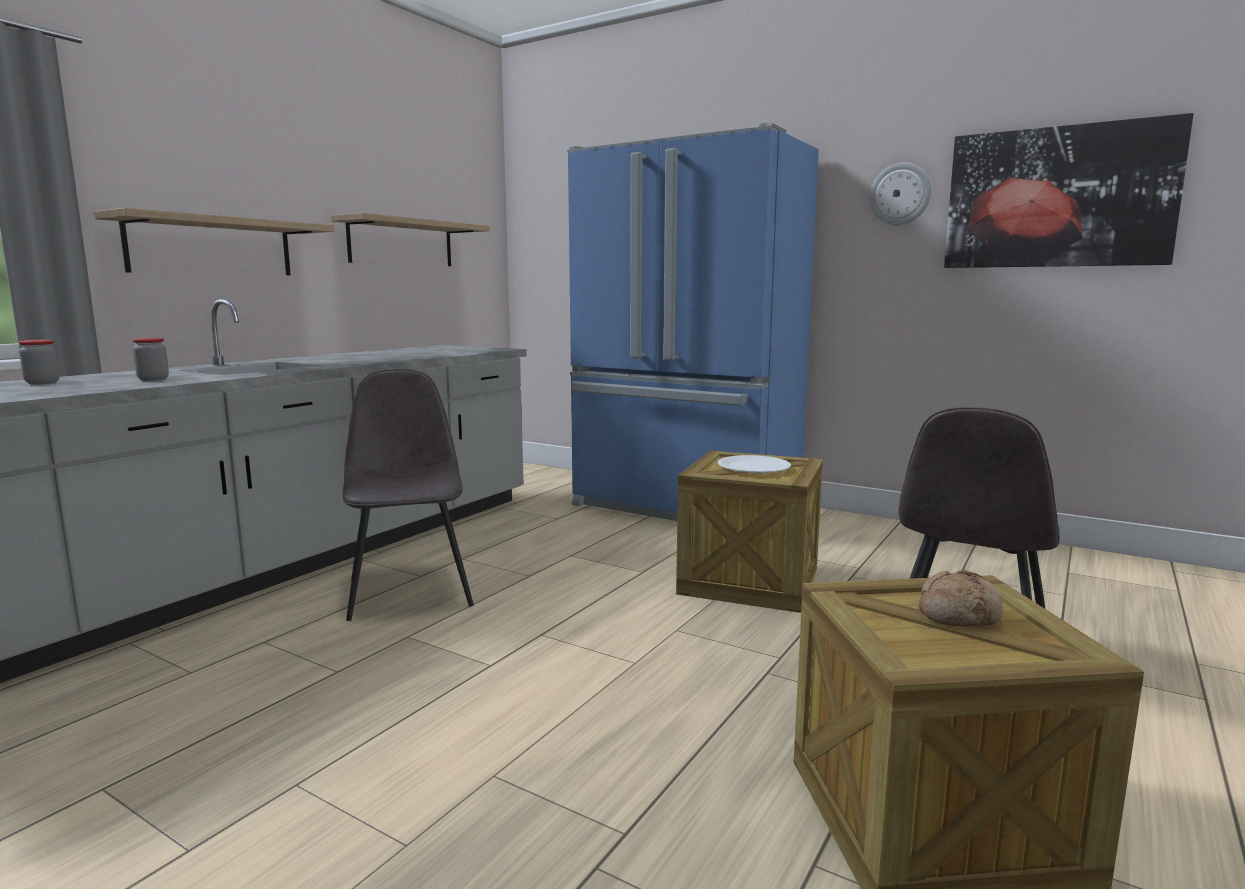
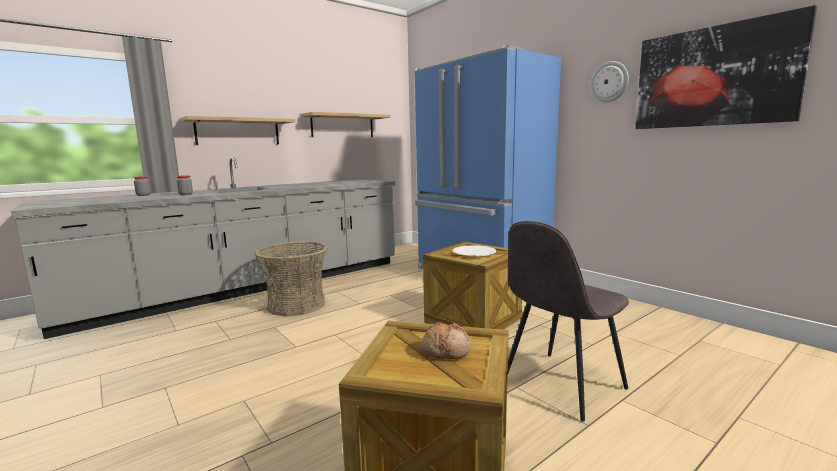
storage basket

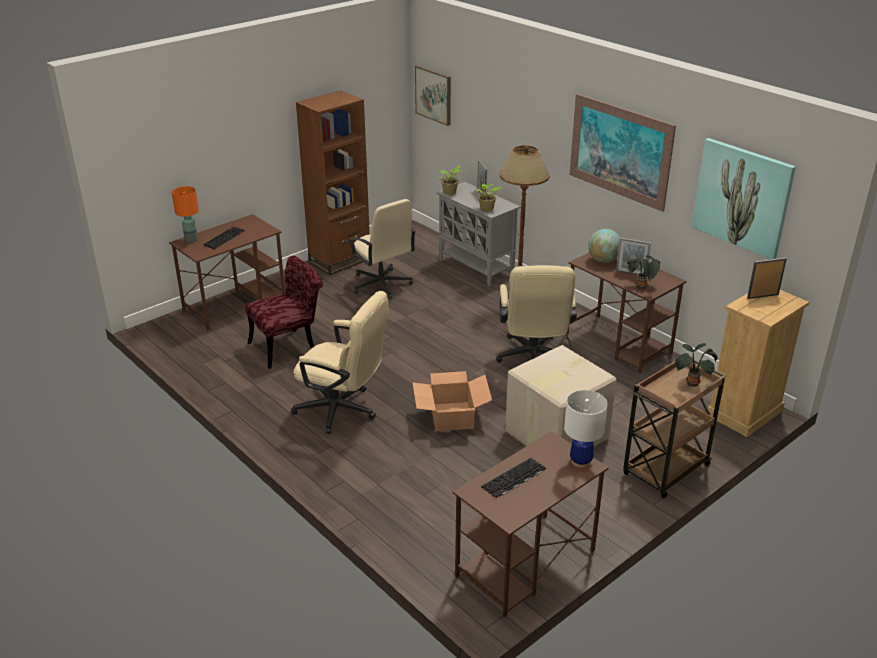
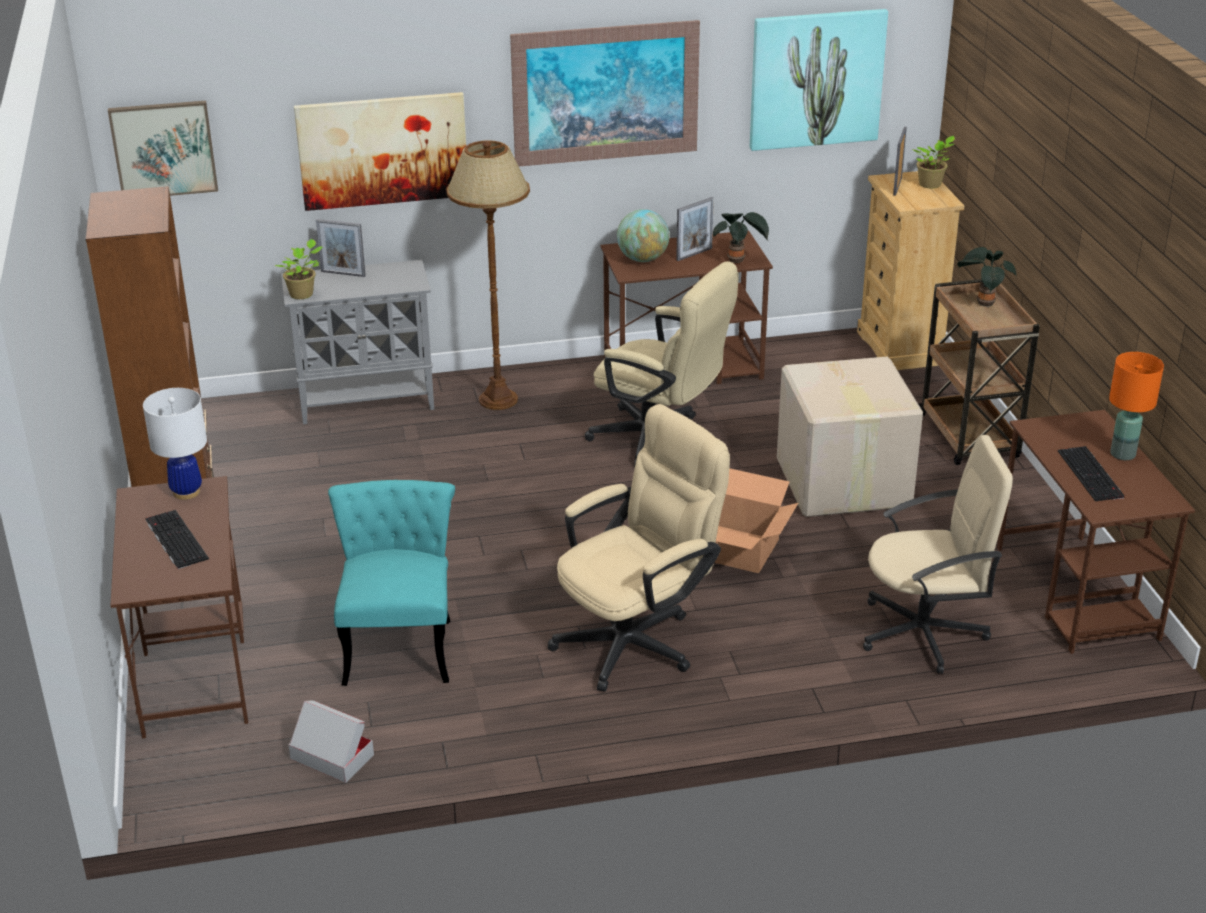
houseplant (3rd from left)
tabletop lamp (orange)
office chair (beige) (3rd from left)
plain chair (blue-green)
tabletop lamp (whitish)
wall picture (2nd from left)
cardboard box (1st from left)

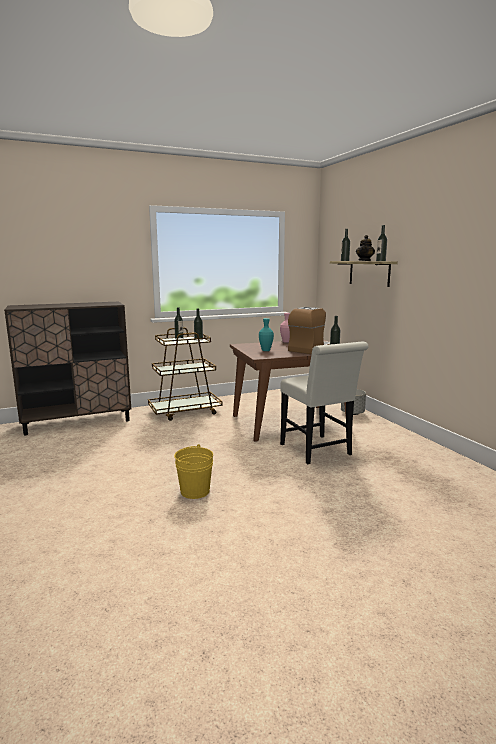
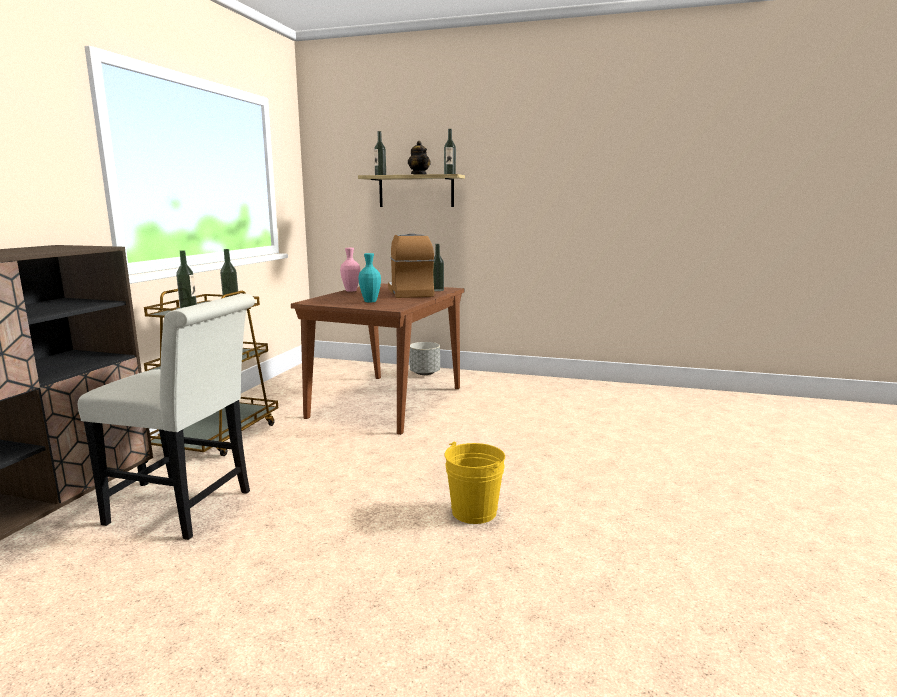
plain chair (whitish)

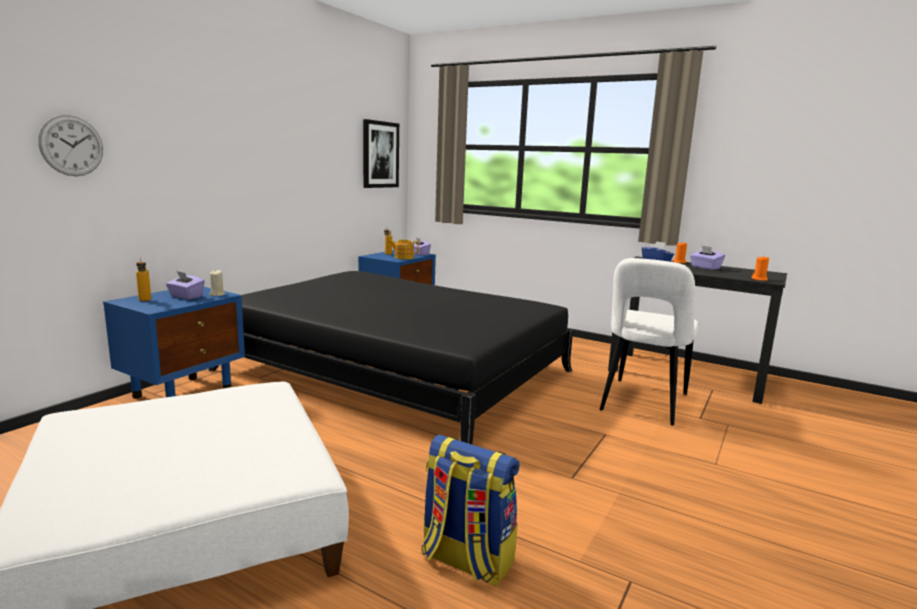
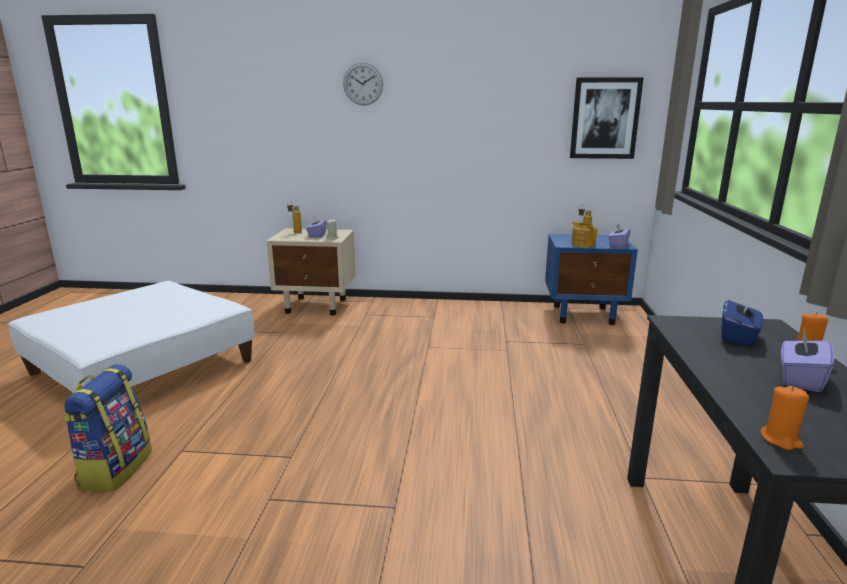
clock on the wall
plain chair (whitish)
bedroom bed (black-coloured)
bedside table (beige)

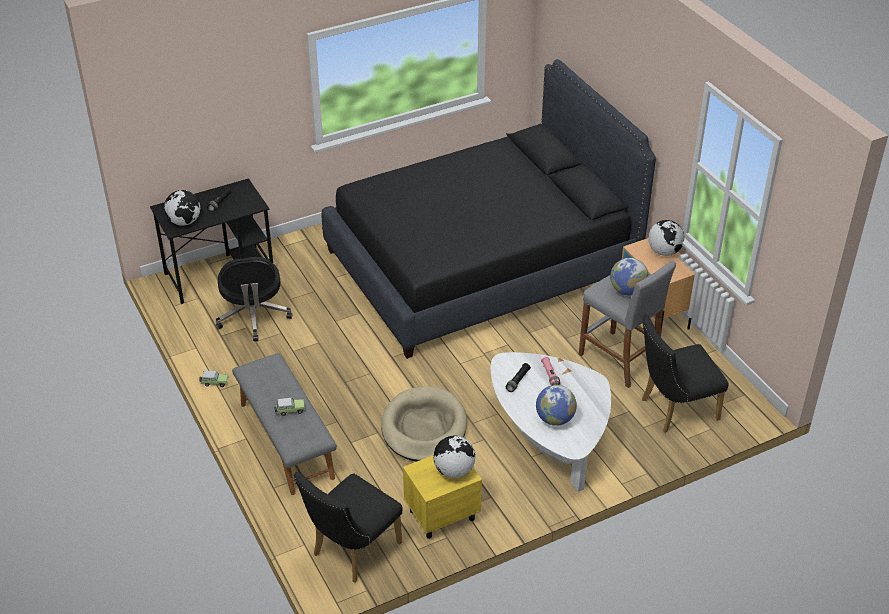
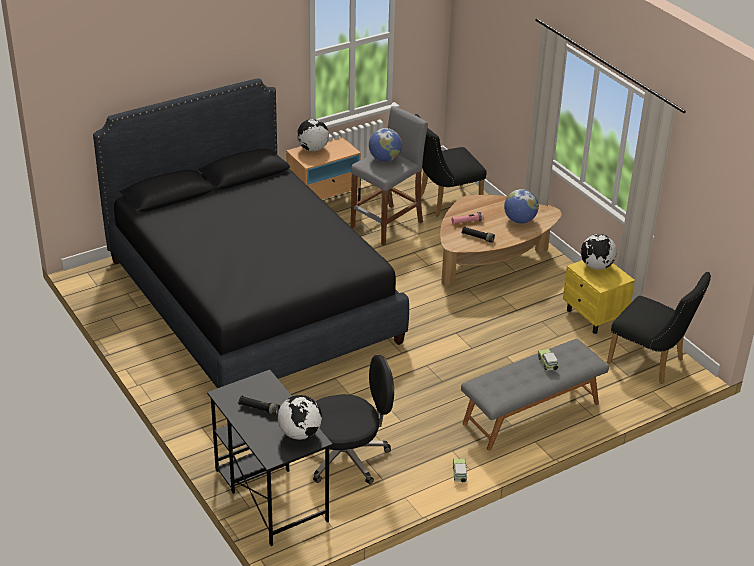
plain chair (black-coloured) (1st from left)
low table (brown-coloured)
dog bed (beige)

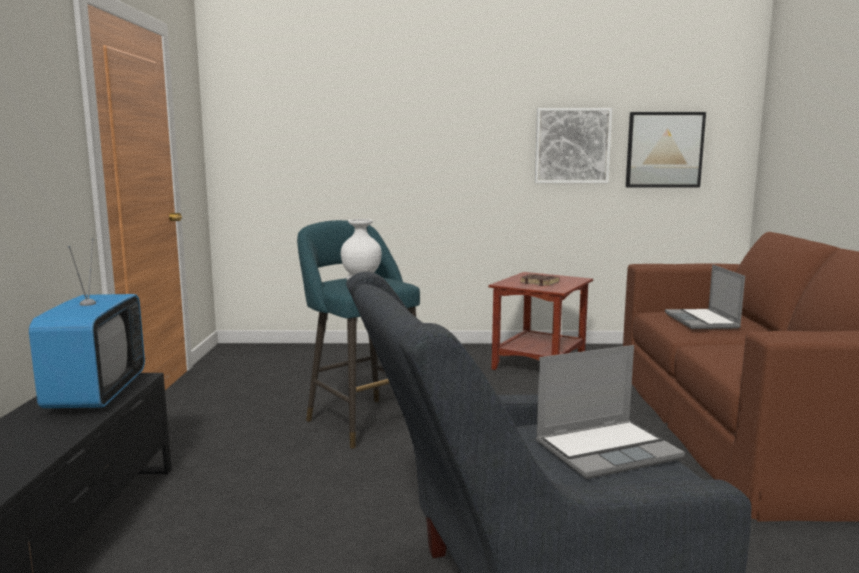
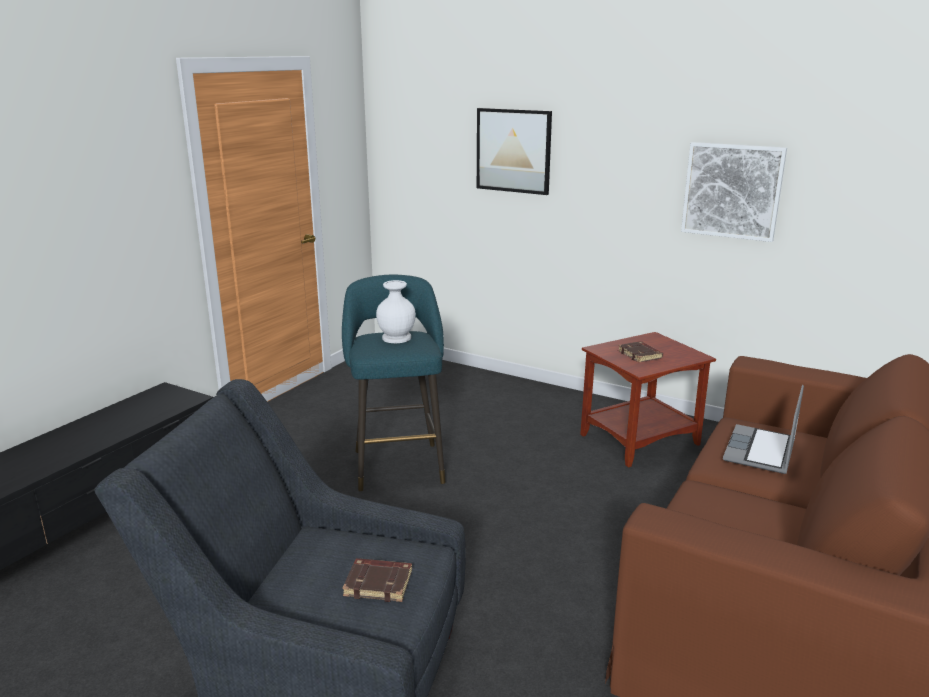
wall picture (1st from left)
TV set
volume (brown-coloured) (1st from left)

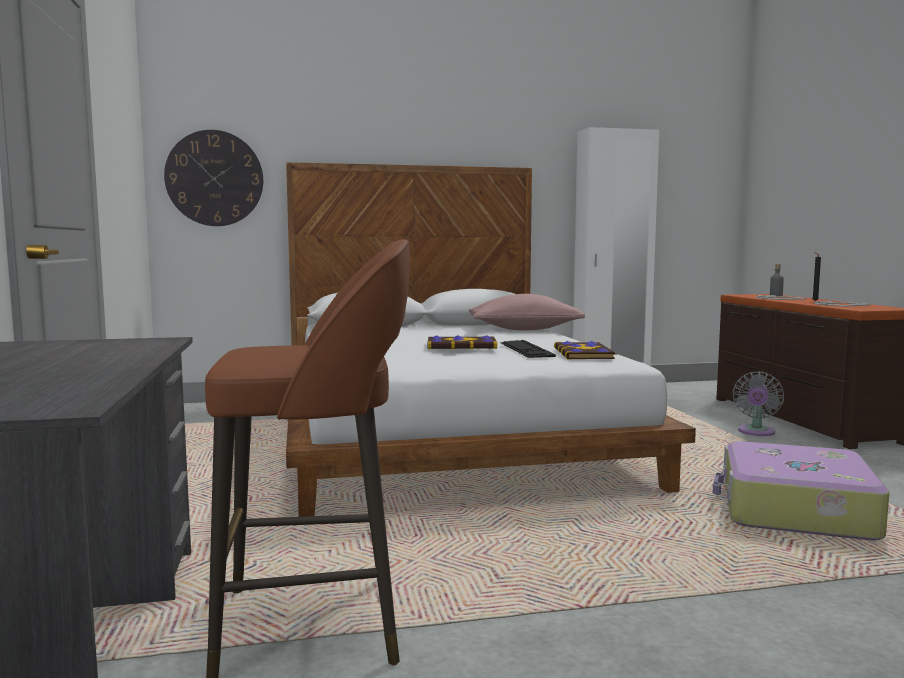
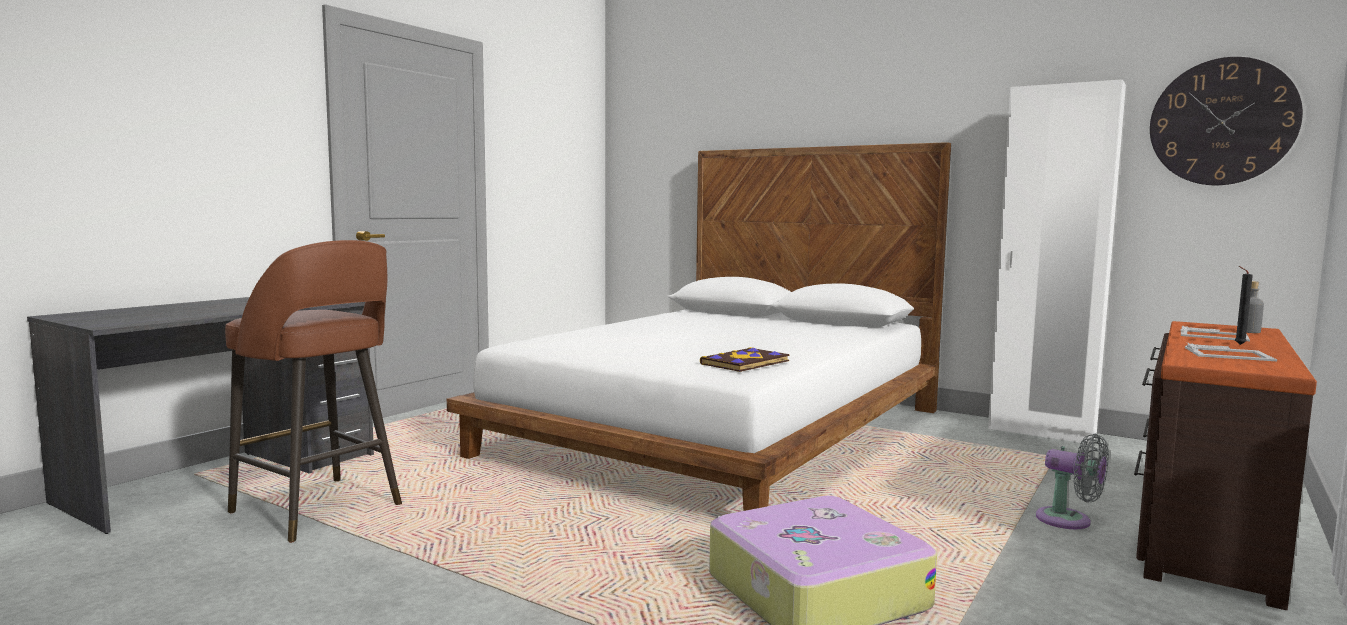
clock on the wall
throw pillow (pink)
volume (1st from left in the first image)
PC keyboard
fan (greyish)

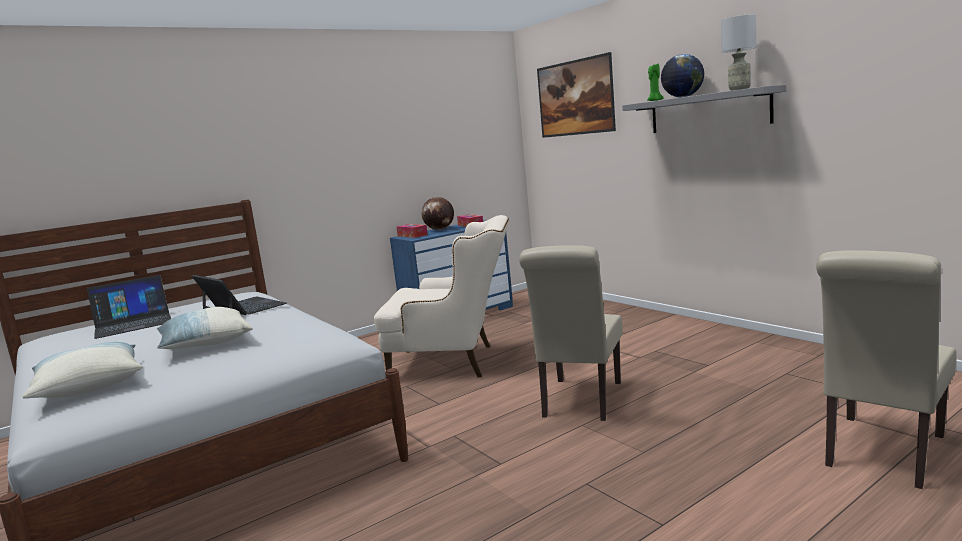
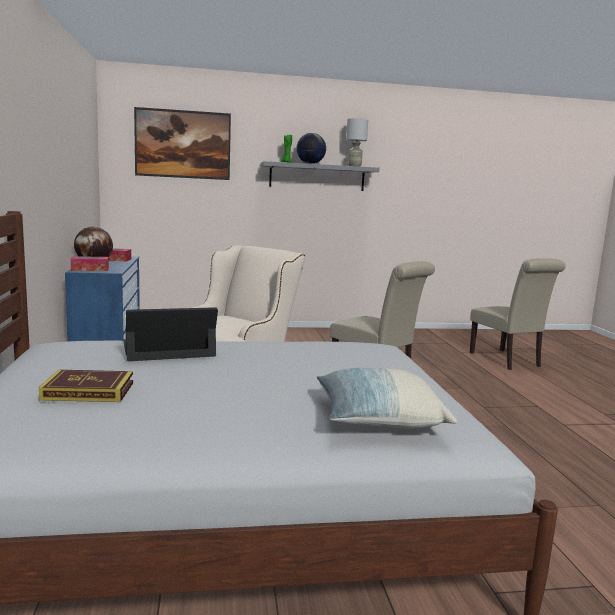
volume
throw pillow (2nd from left in the first image)

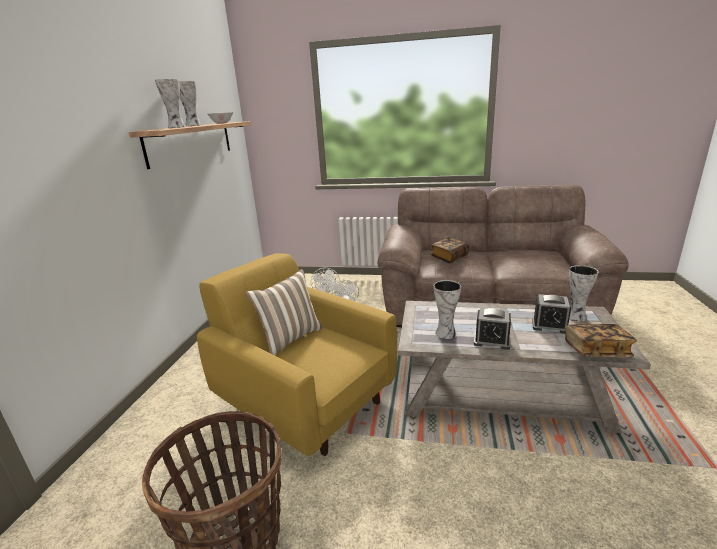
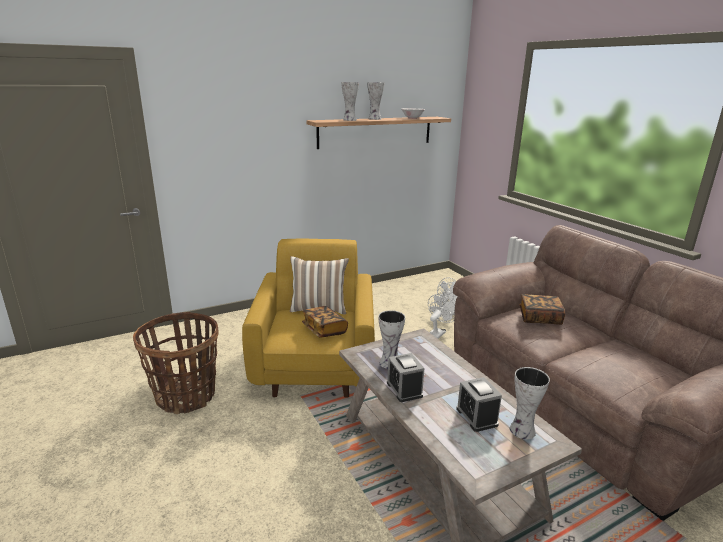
volume (1st from left)

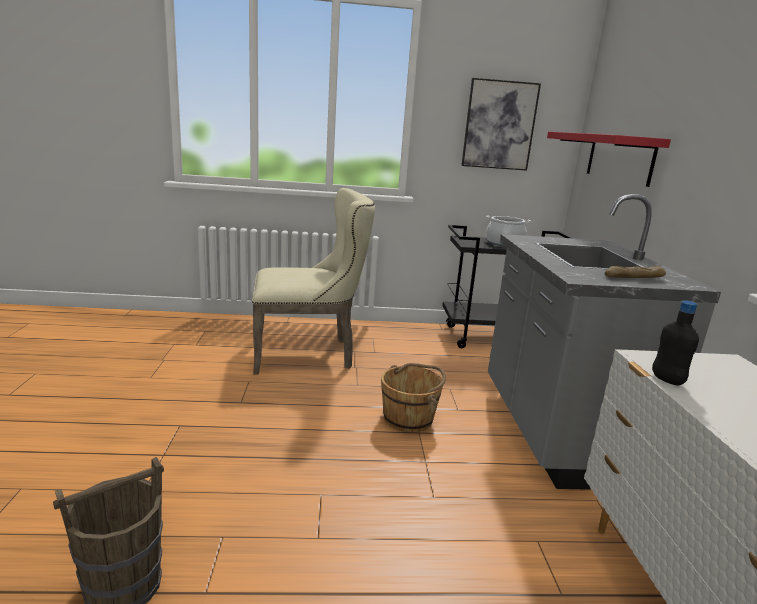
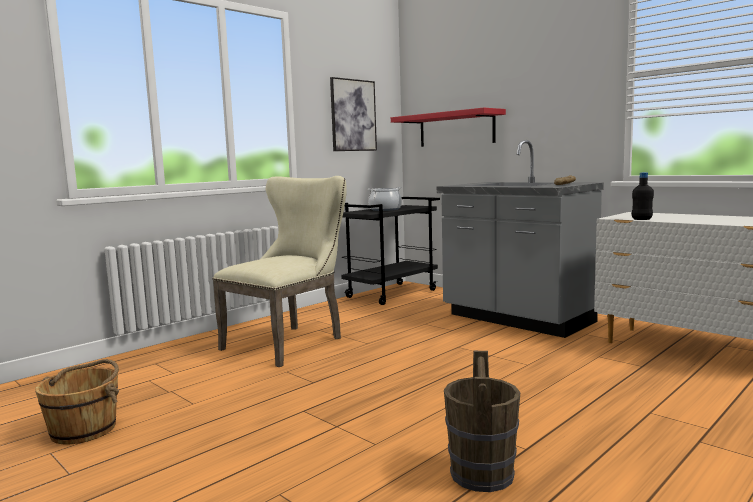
water bucket (brown-coloured) (1st from left)

